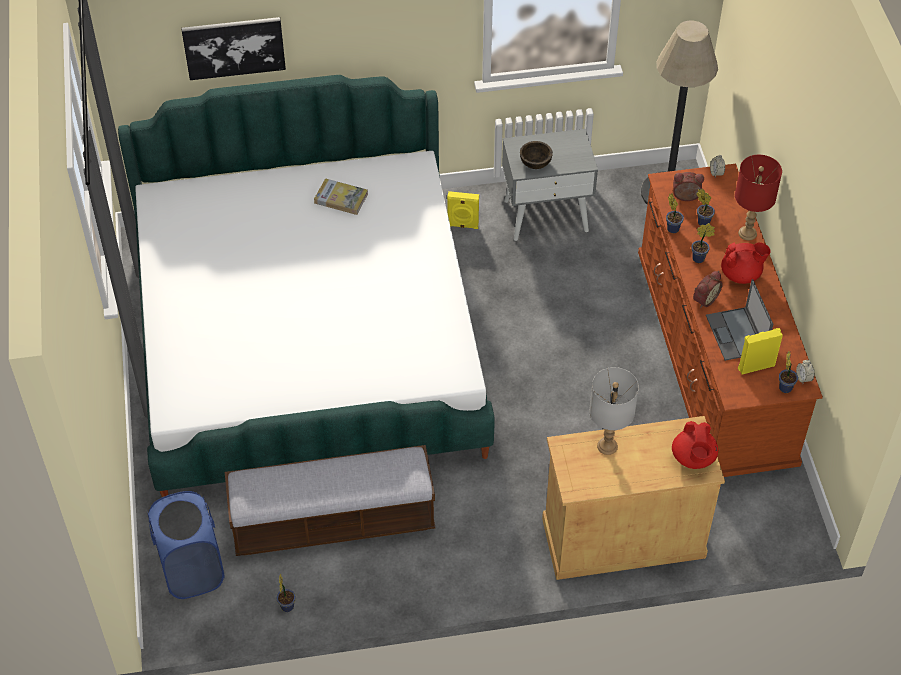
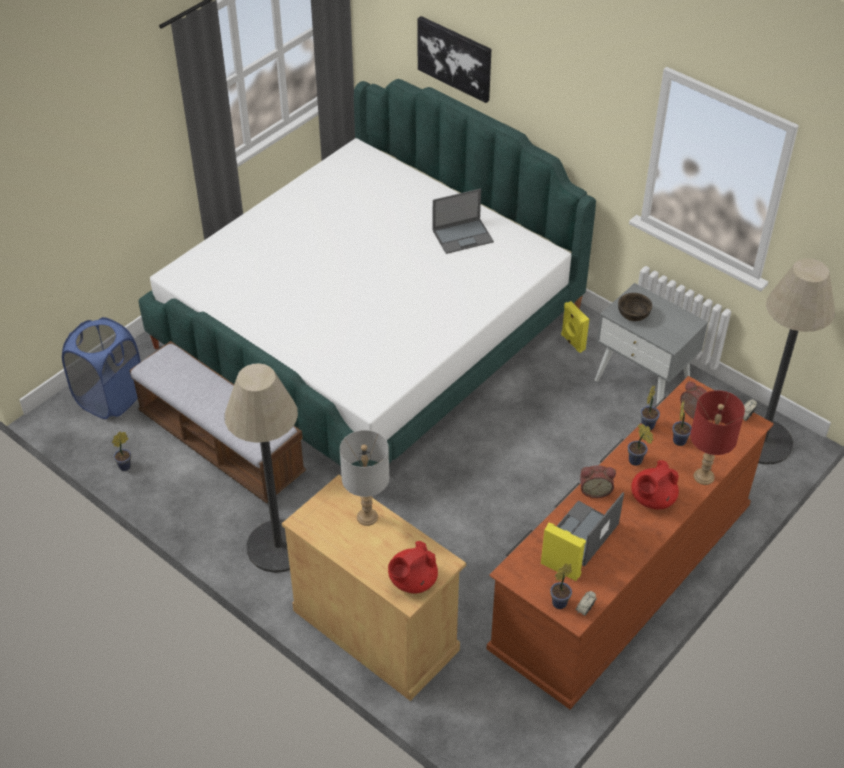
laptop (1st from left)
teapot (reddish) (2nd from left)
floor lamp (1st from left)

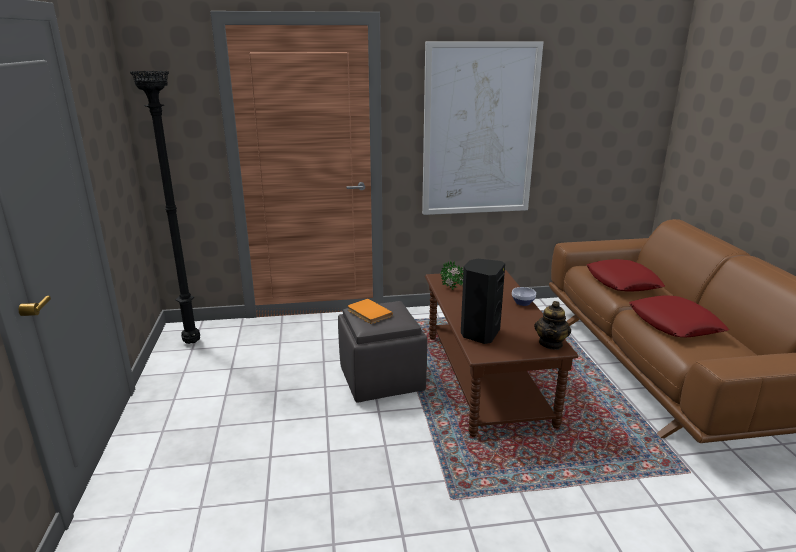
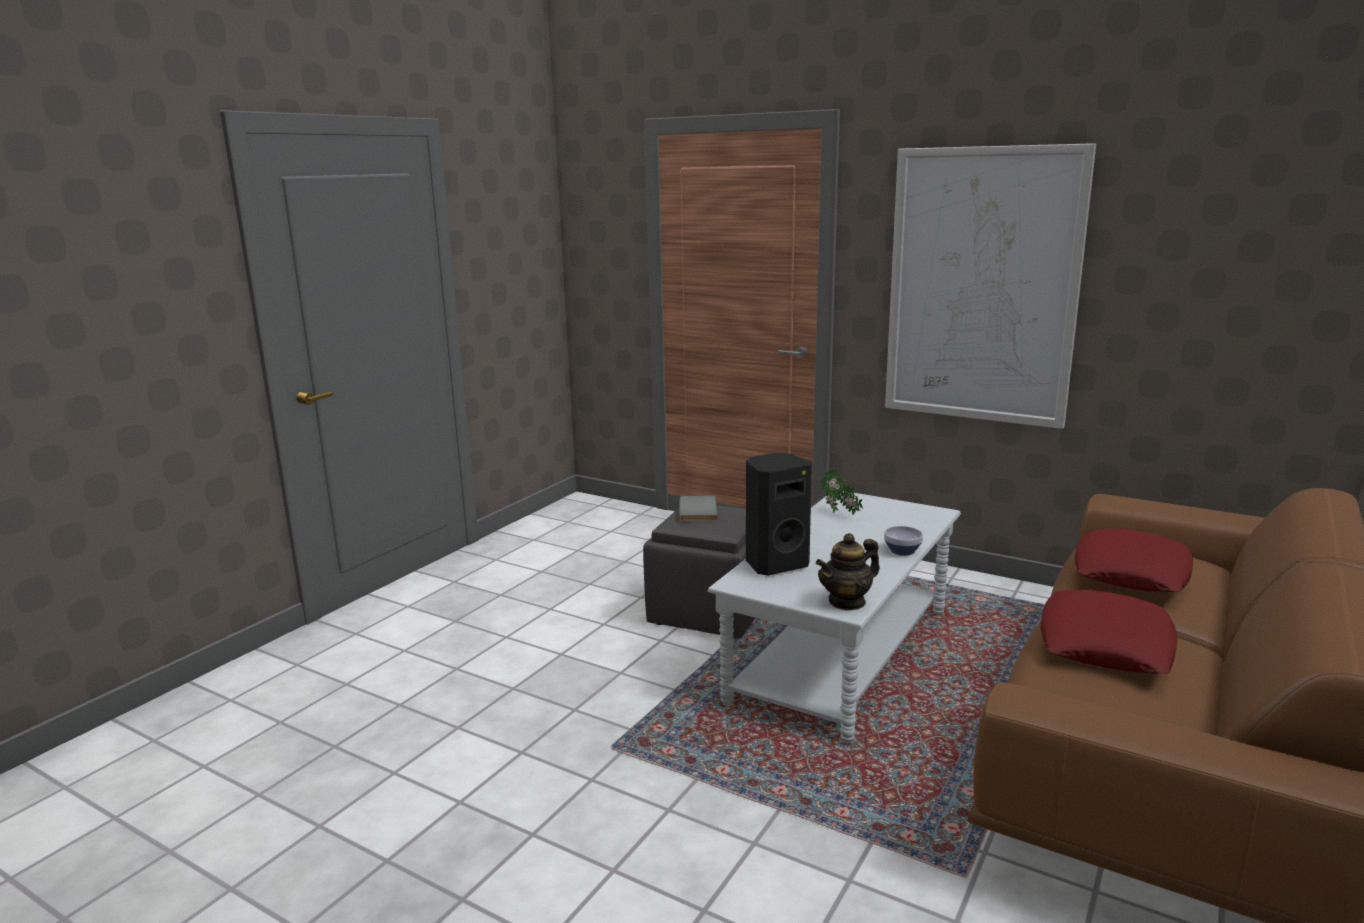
floor lamp (black-coloured)
low table (greyish)
volume (greyish)

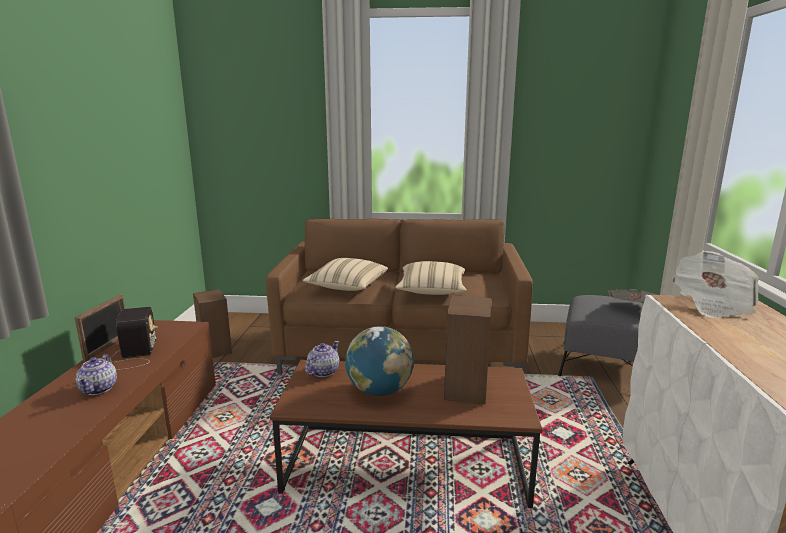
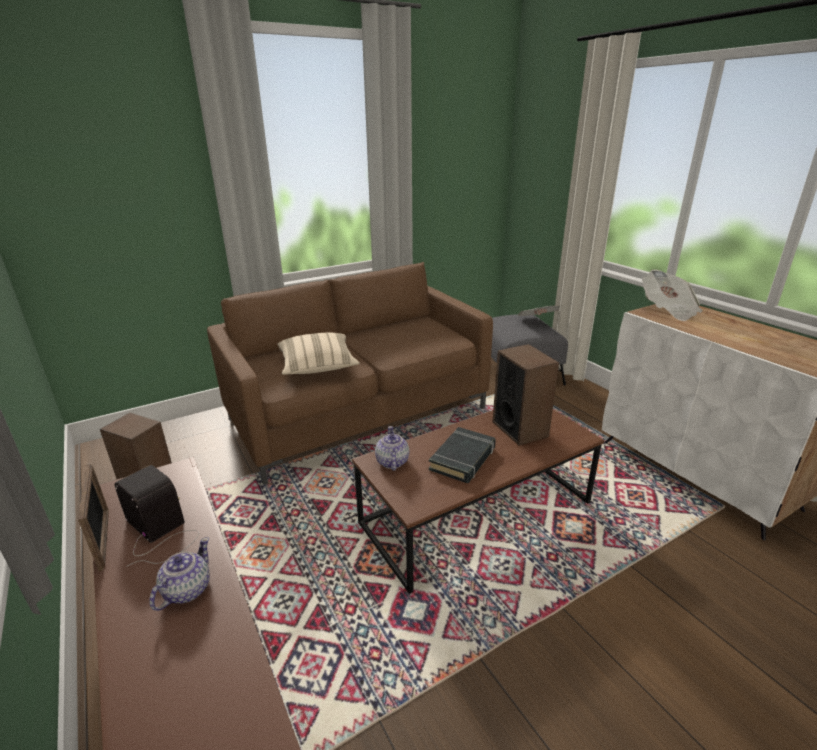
throw pillow (beige) (2nd from left in the first image)
volume (black-coloured)
teapot (1st from left)

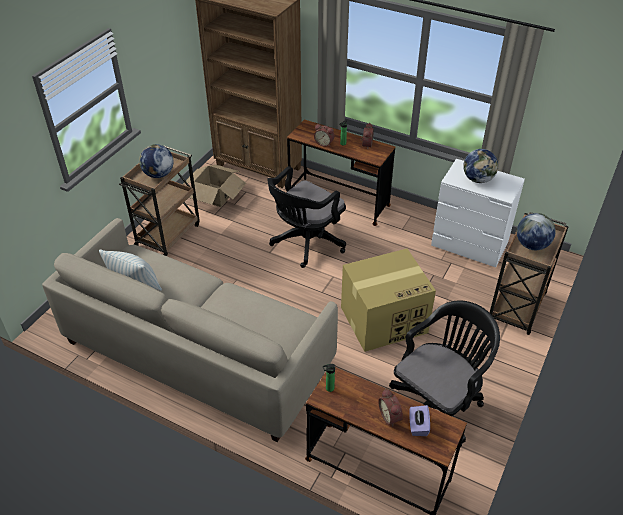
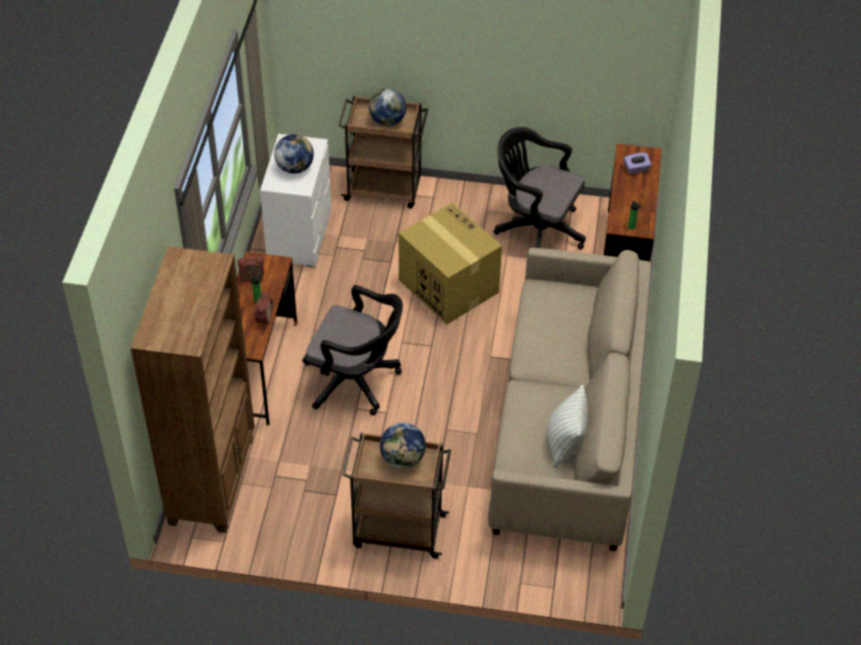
cardboard box (1st from left in the first image)
table clock (3rd from left in the first image)

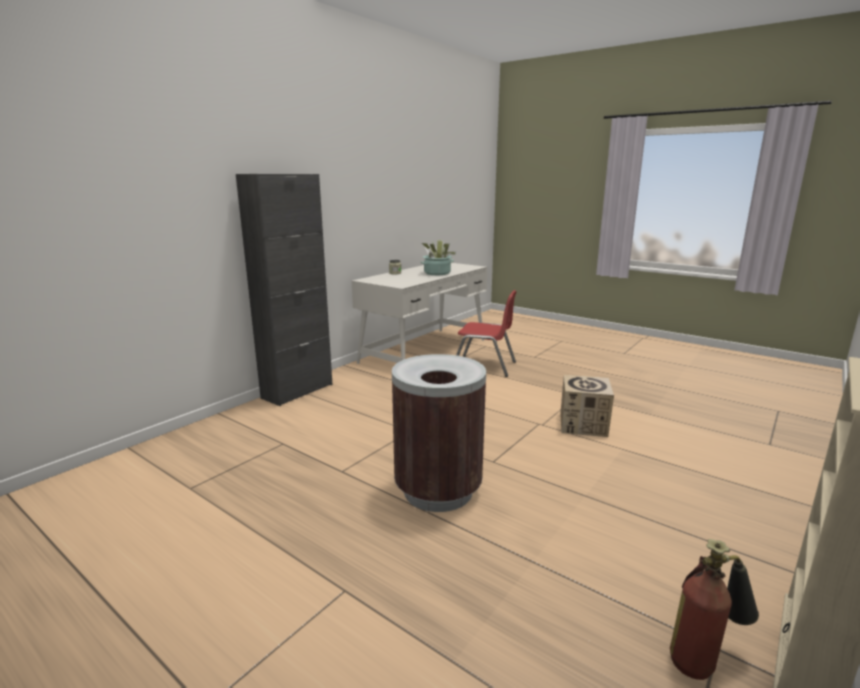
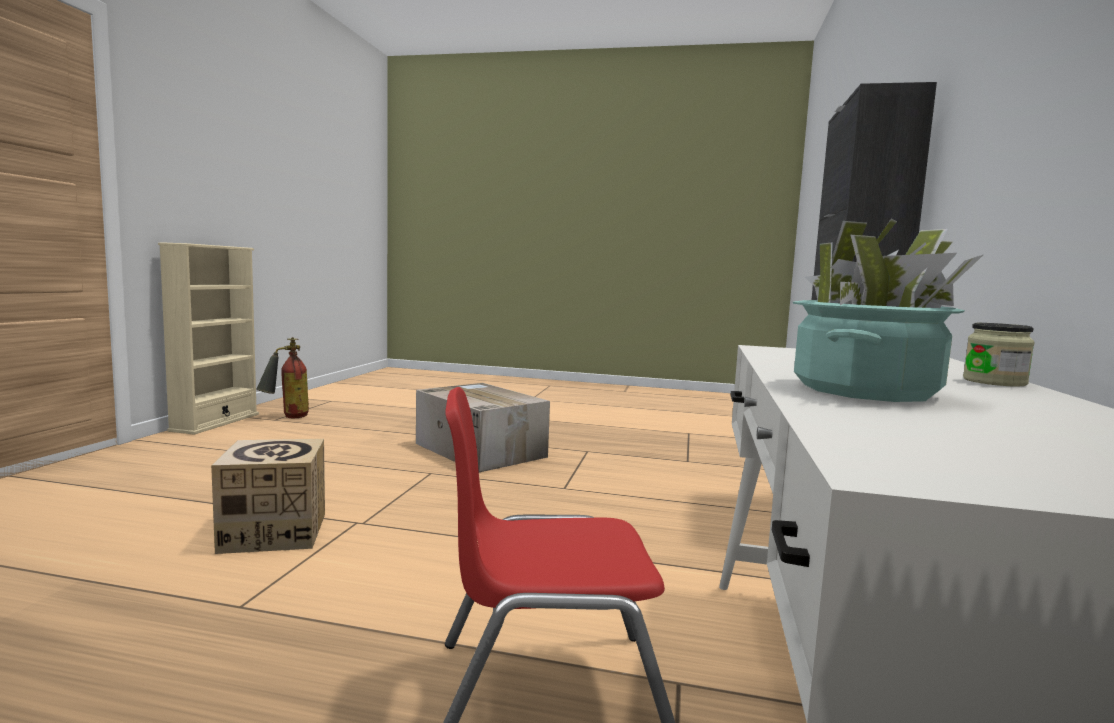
cardboard box (2nd from left)

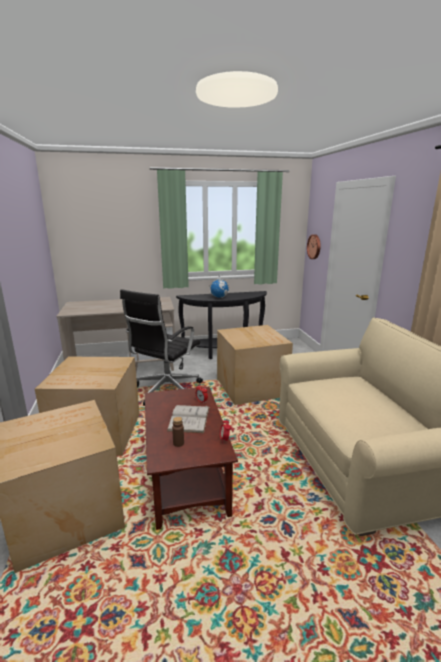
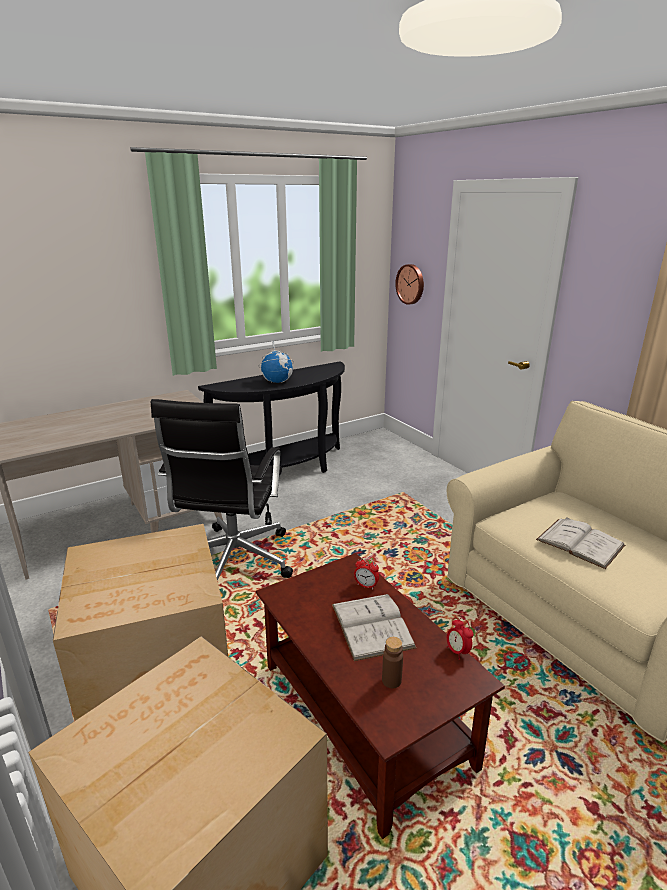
cardboard box (3rd from left in the first image)
volume (whitish) (2nd from left)

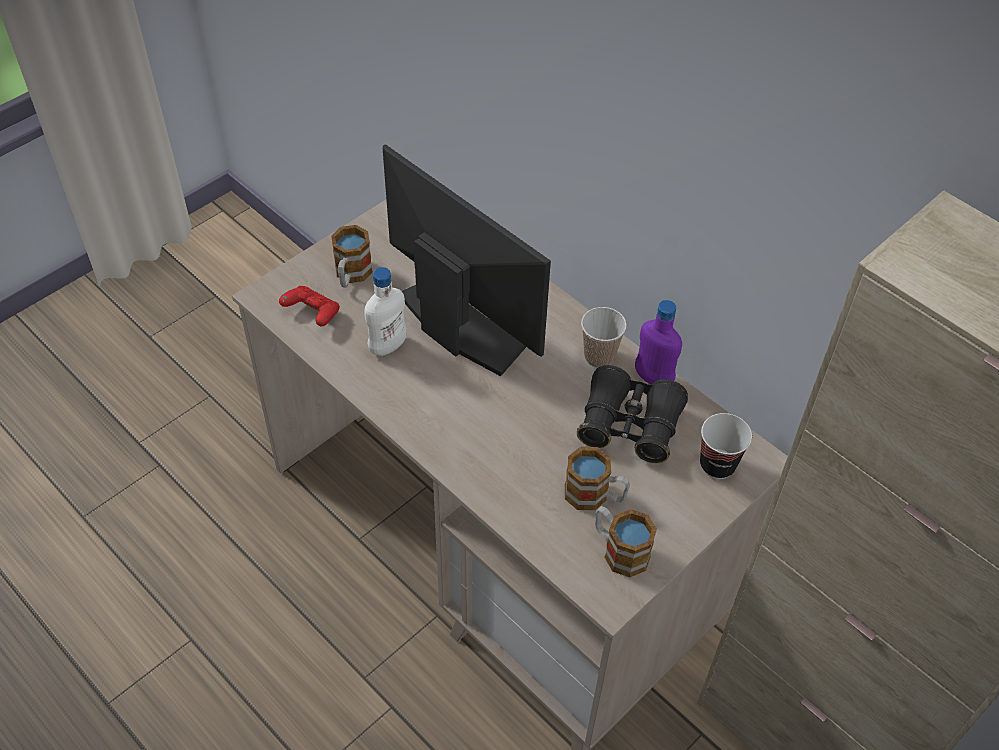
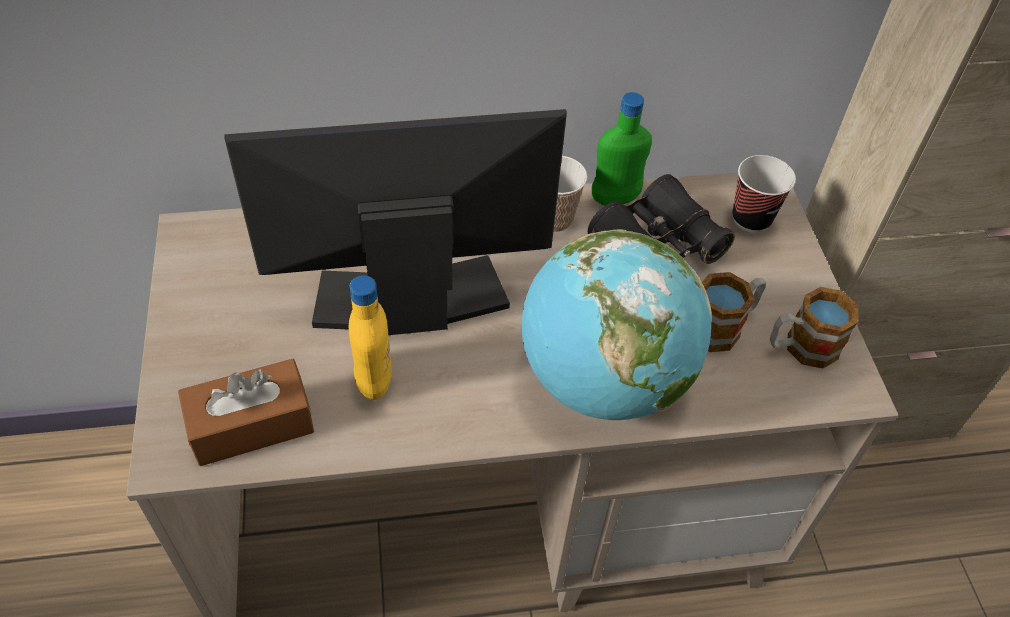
tea mug (1st from left in the first image)
drink bottle (yellow)
box of tissues (brown-coloured)
drink bottle (green)
globe

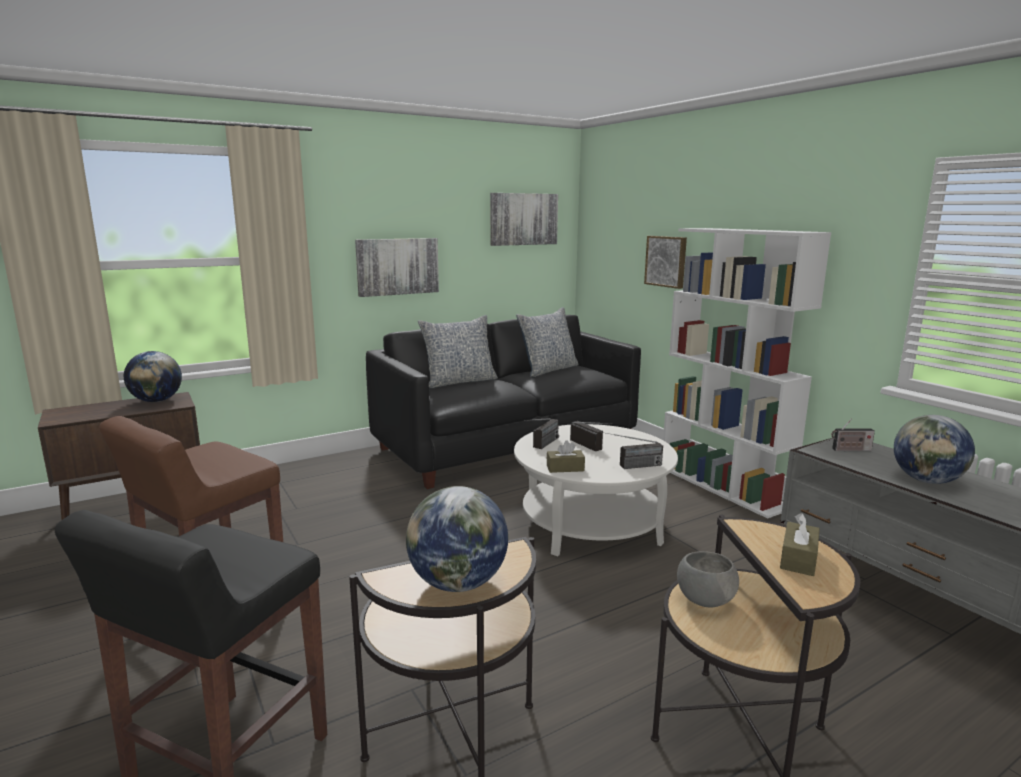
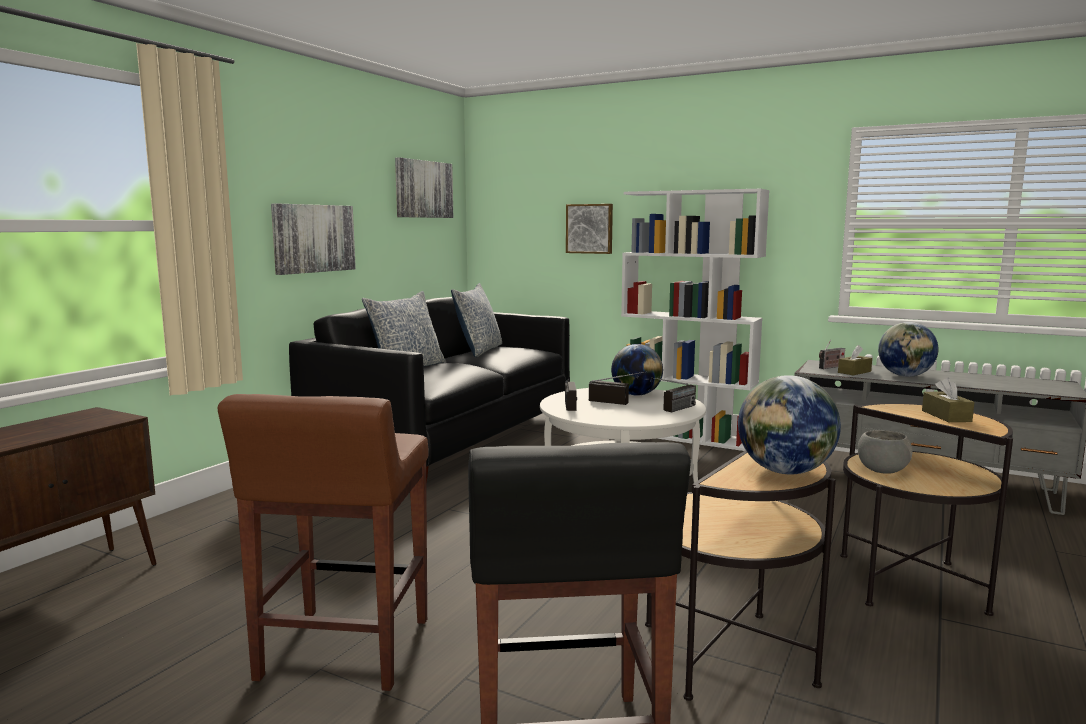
globe (1st from left)
box of tissues (brown-coloured) (1st from left)

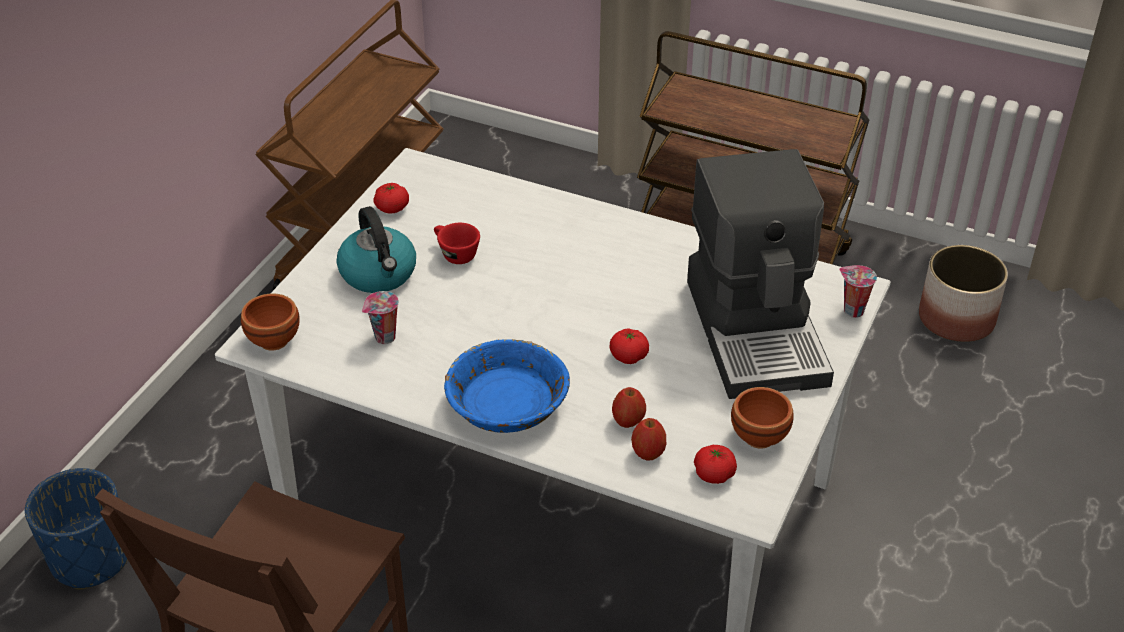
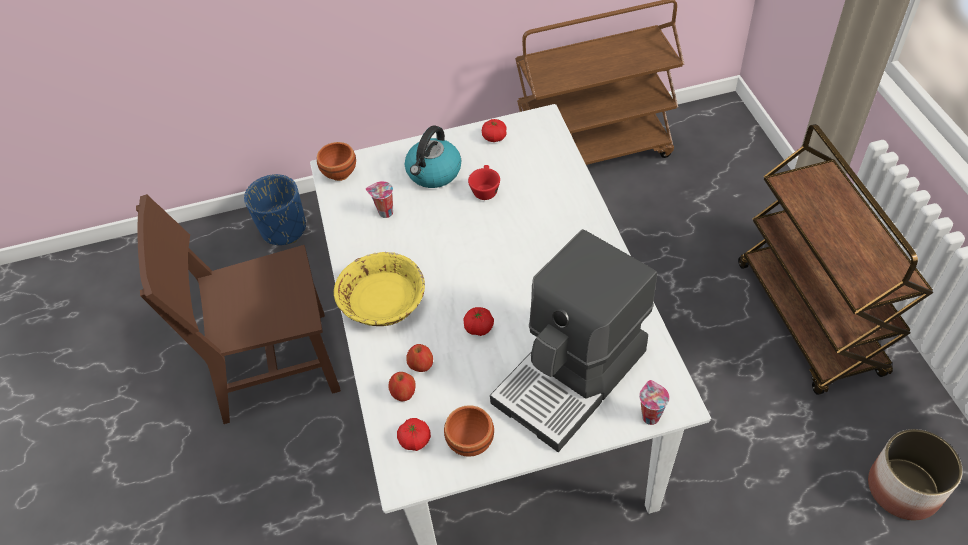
serving bowl (yellow)

